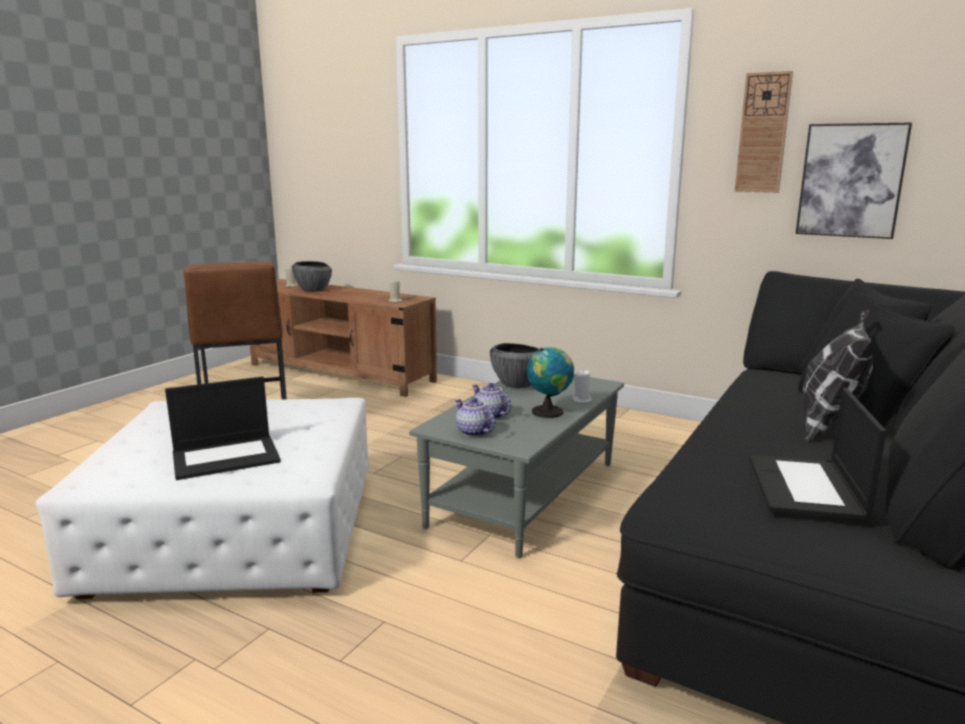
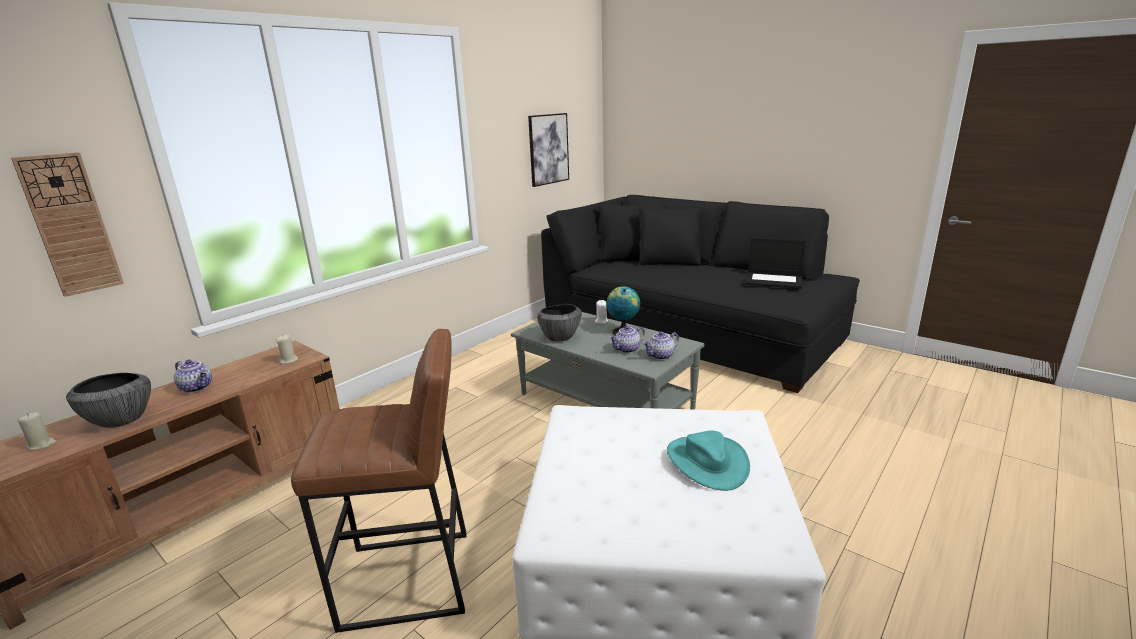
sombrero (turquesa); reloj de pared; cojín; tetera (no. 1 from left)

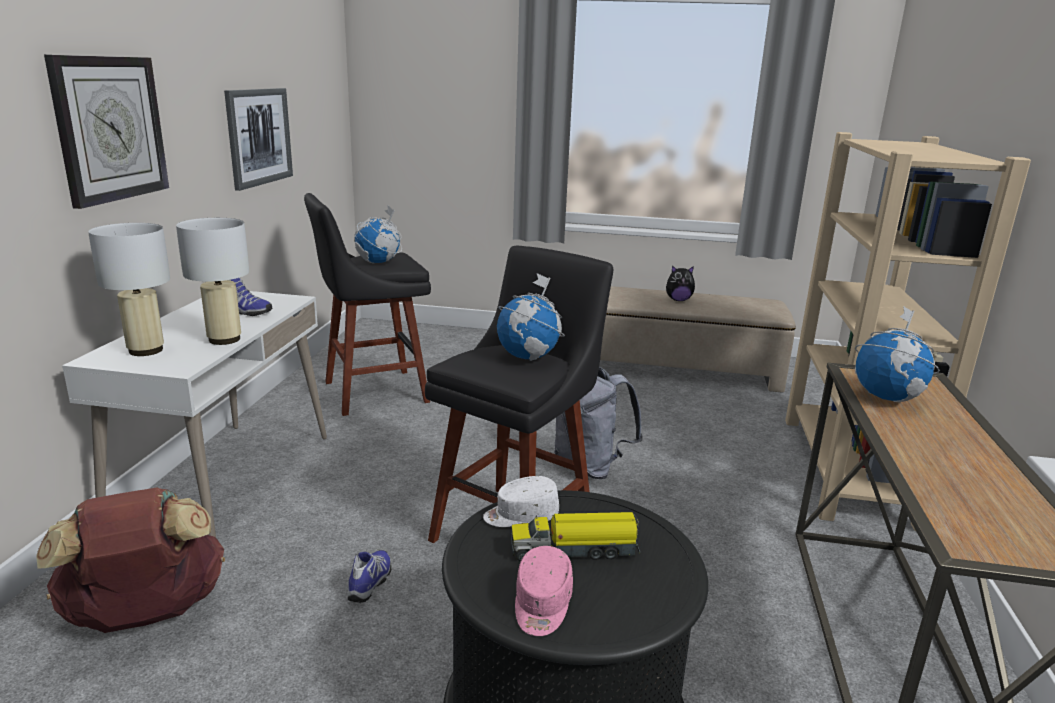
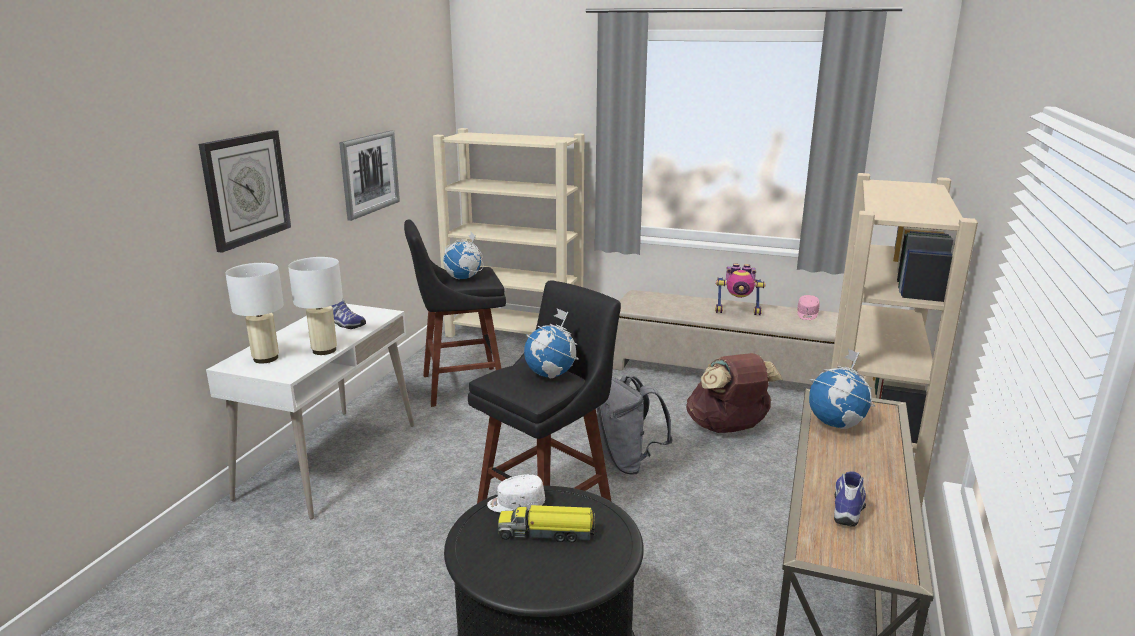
mochila (marrón); zapato (no. 2 from left); gorra (rosa); robot de juguete; estantería (beis) (no. 1 from left)

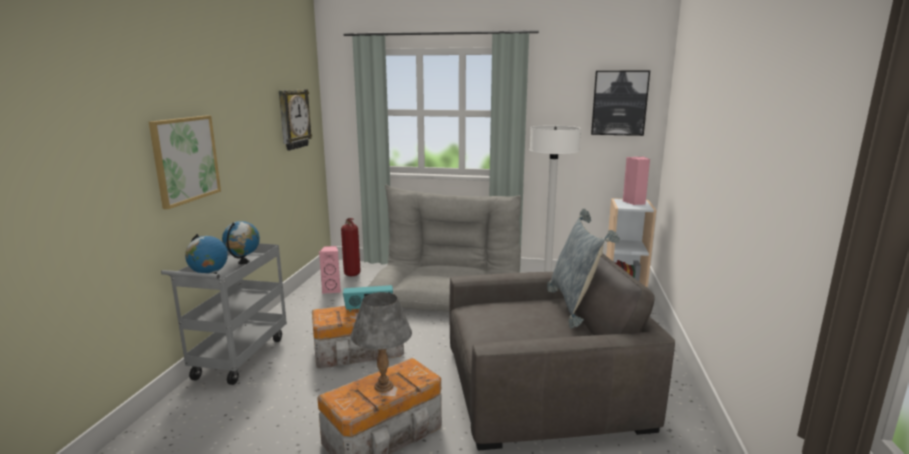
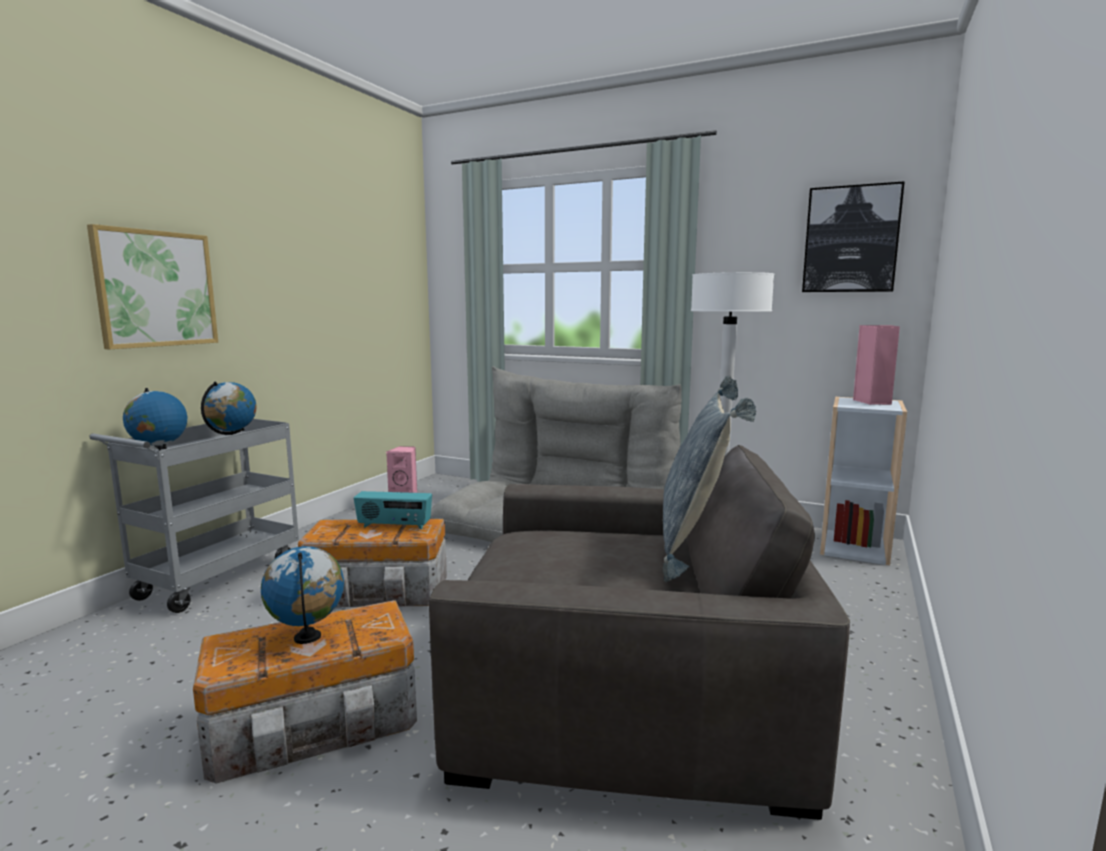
reloj de pared; extintor; globo terráqueo (no. 3 from left)

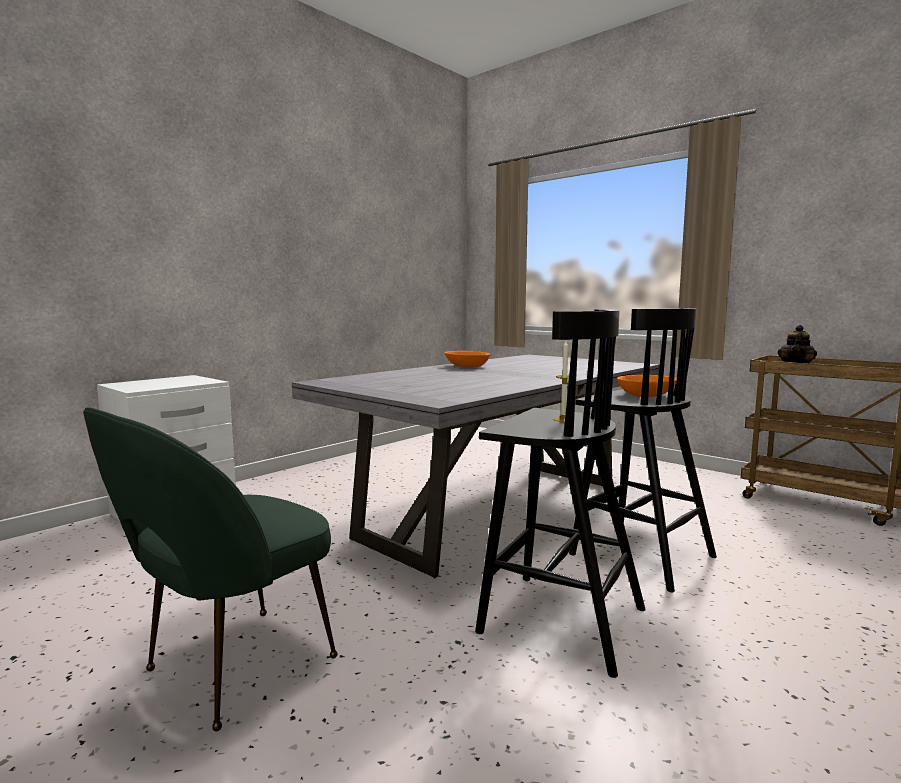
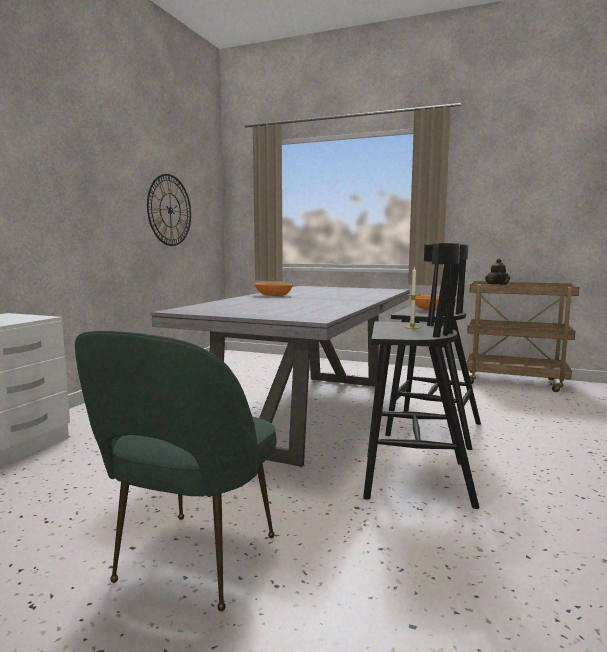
reloj de pared

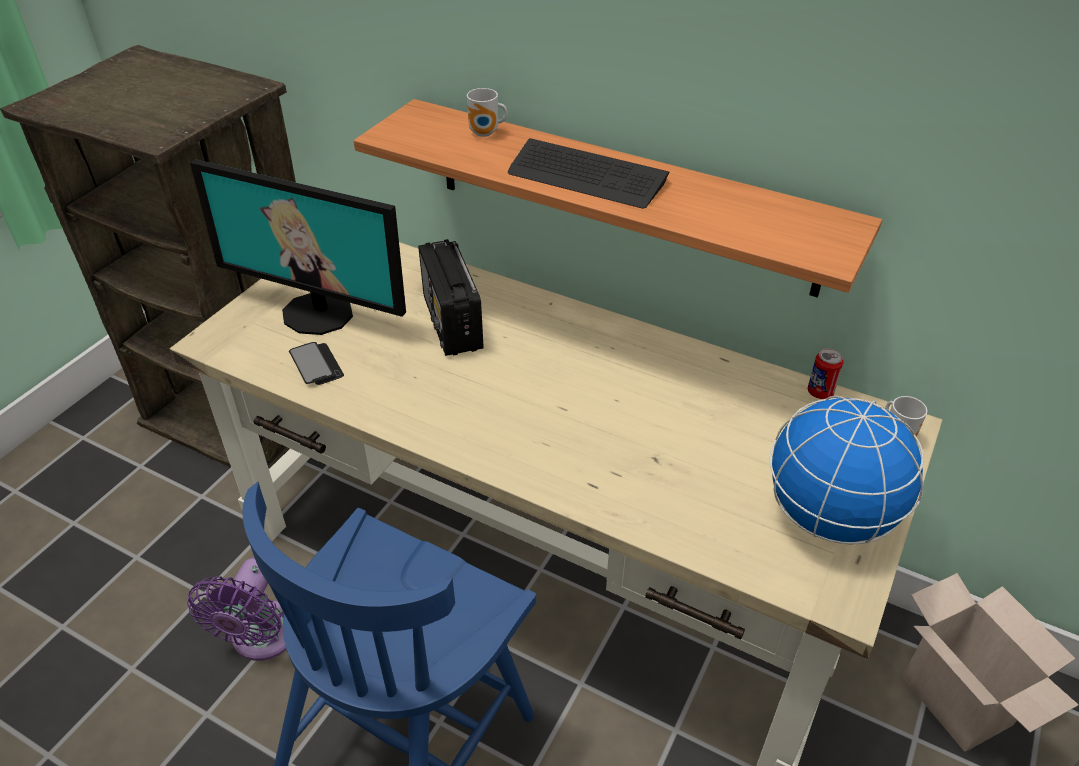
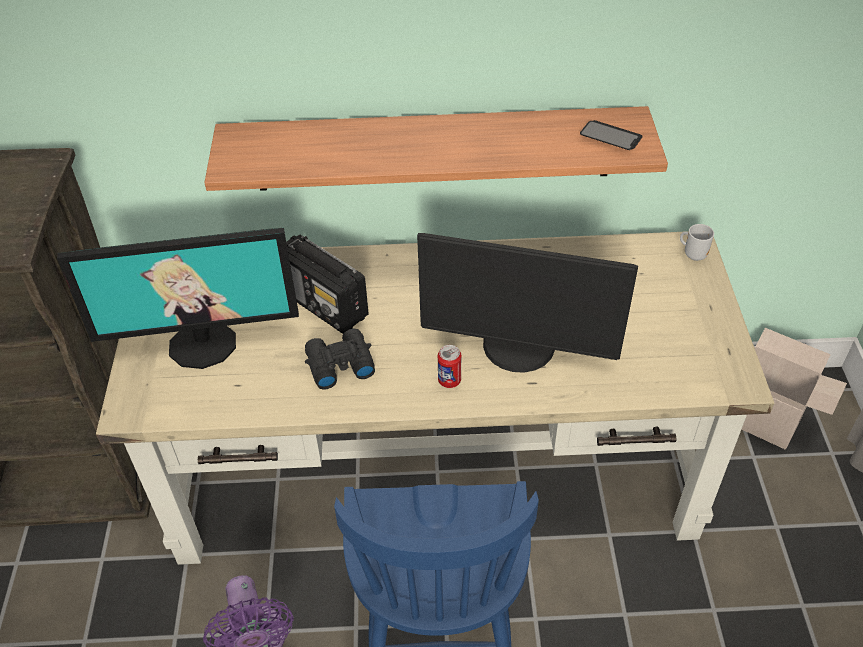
móvil; taza grande (no. 1 from left in the first image); teclado; globo terráqueo; lata; prismáticos (negro); monitor (no. 2 from left)

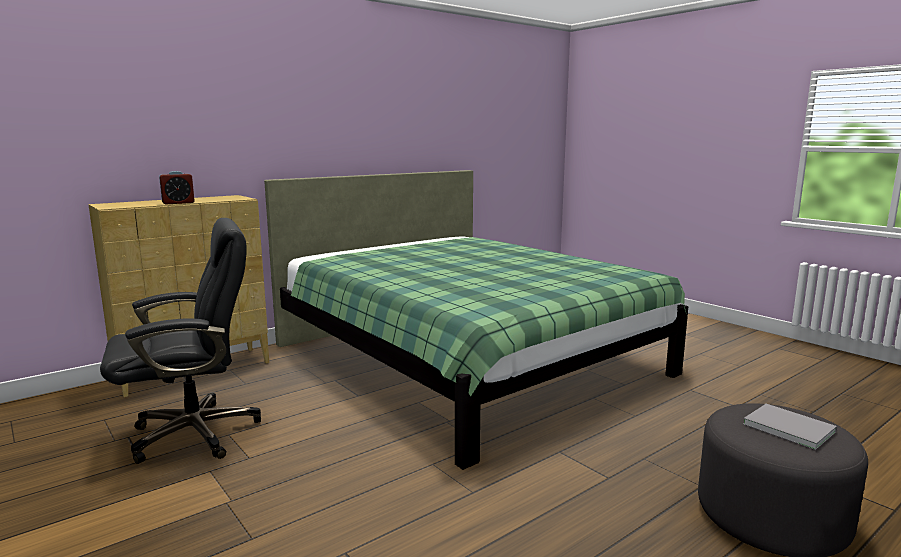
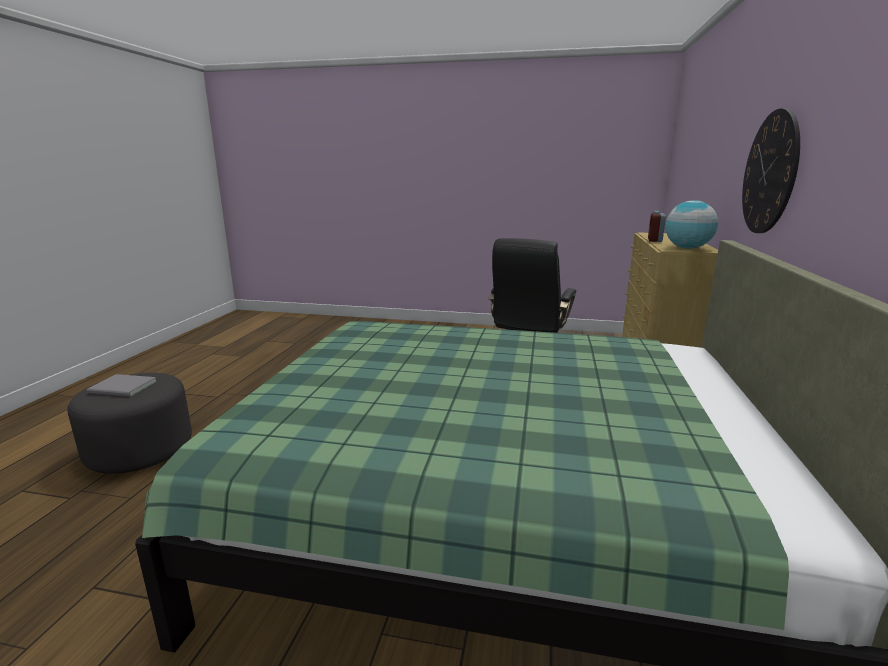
globo terráqueo; reloj de pared

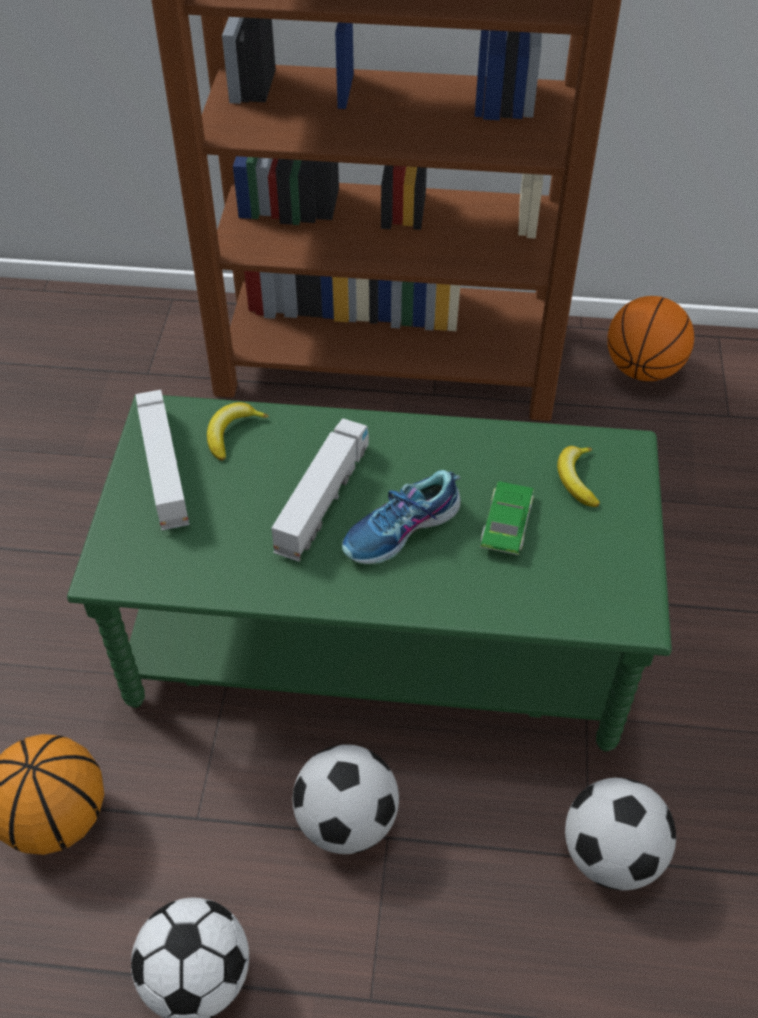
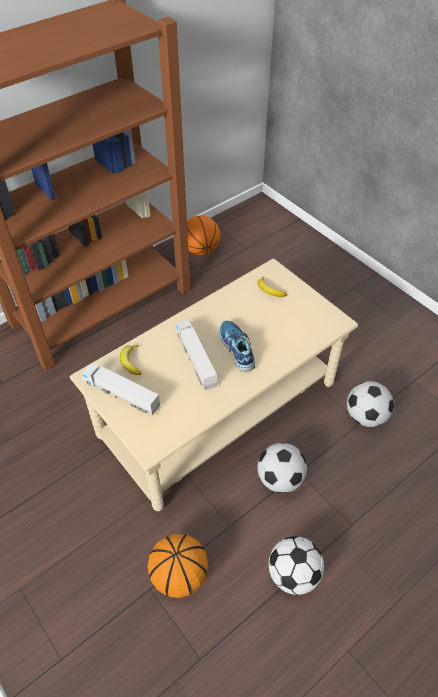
mesa de centro (beis); zapato; coche de juguete (verde)

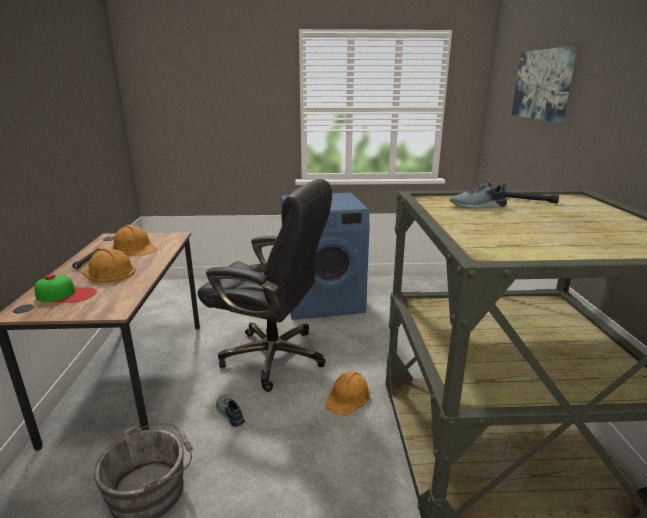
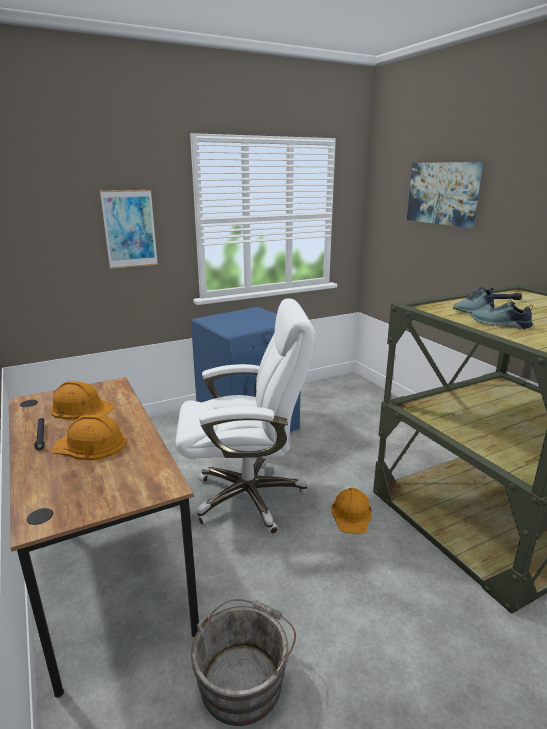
gorra; silla de oficina (blanco); zapato (no. 2 from left); cuadro (no. 1 from left)

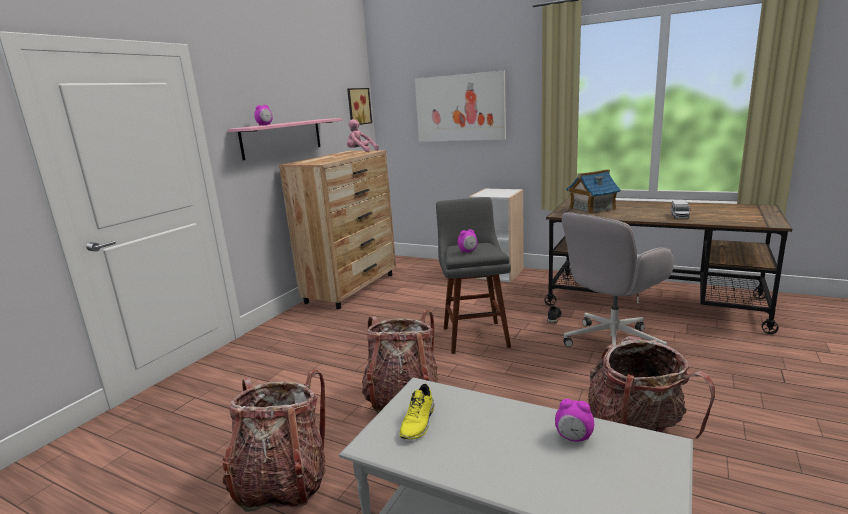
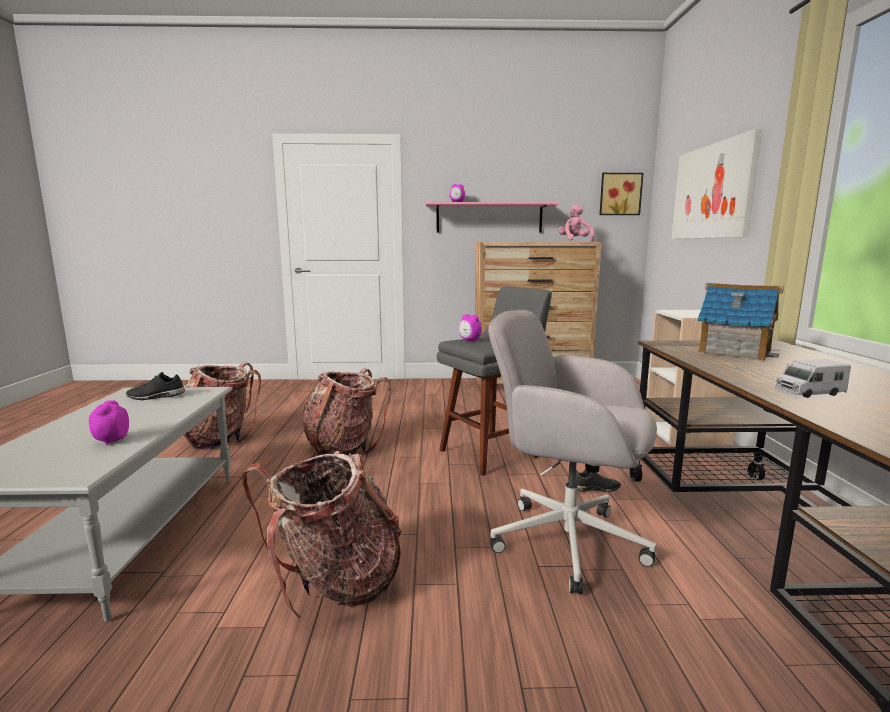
zapato (negro) (no. 1 from left)

